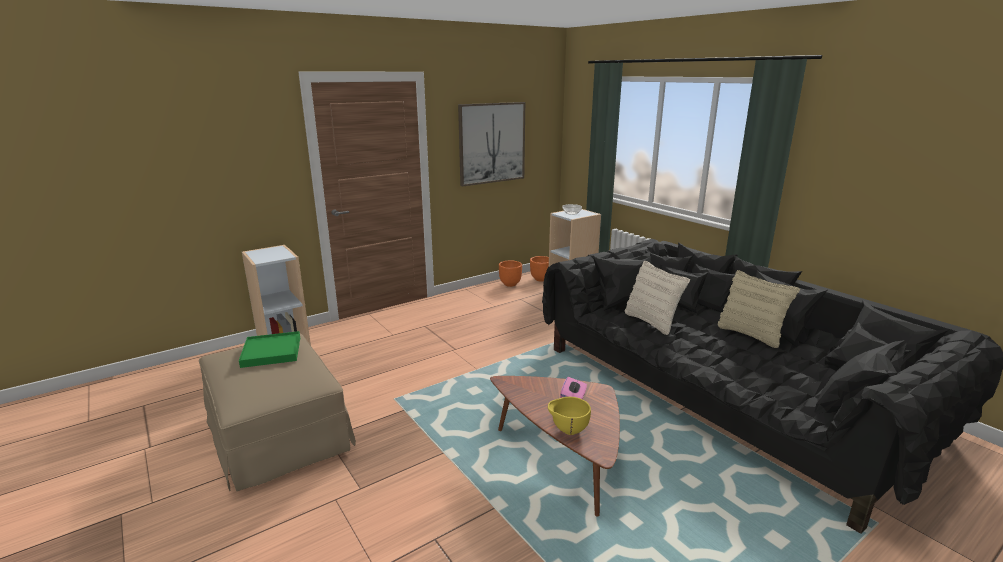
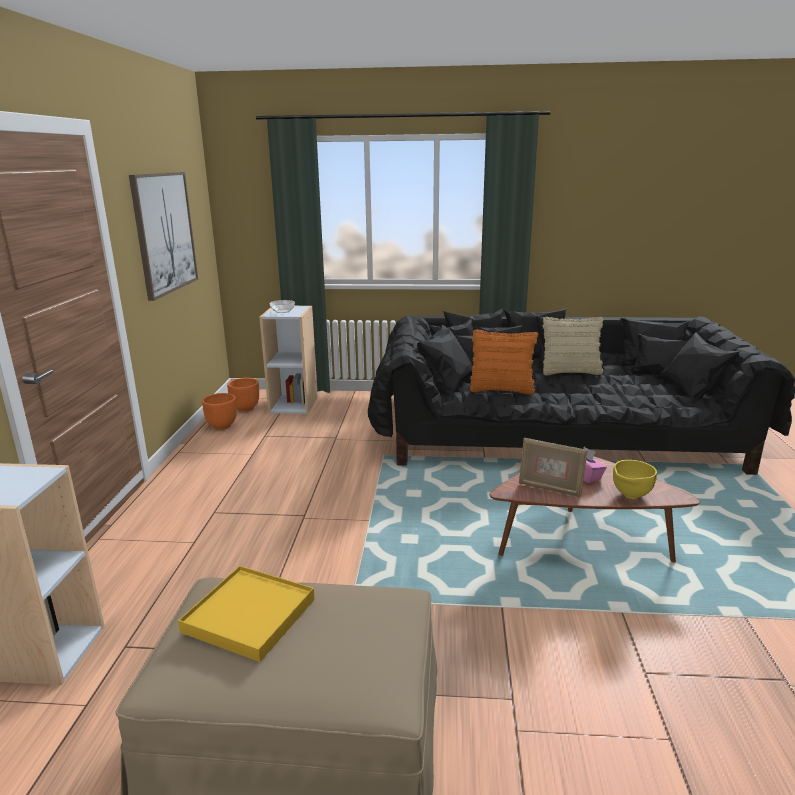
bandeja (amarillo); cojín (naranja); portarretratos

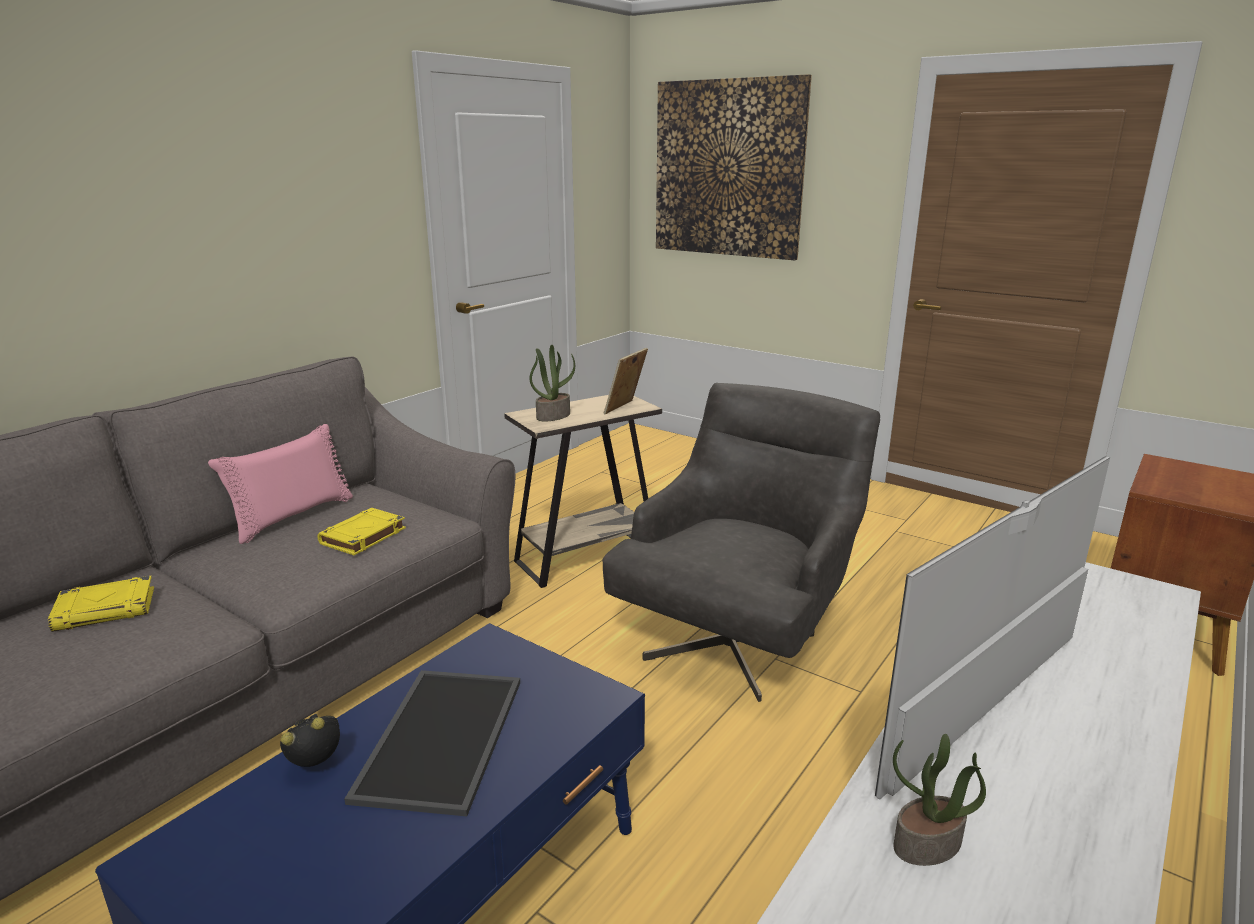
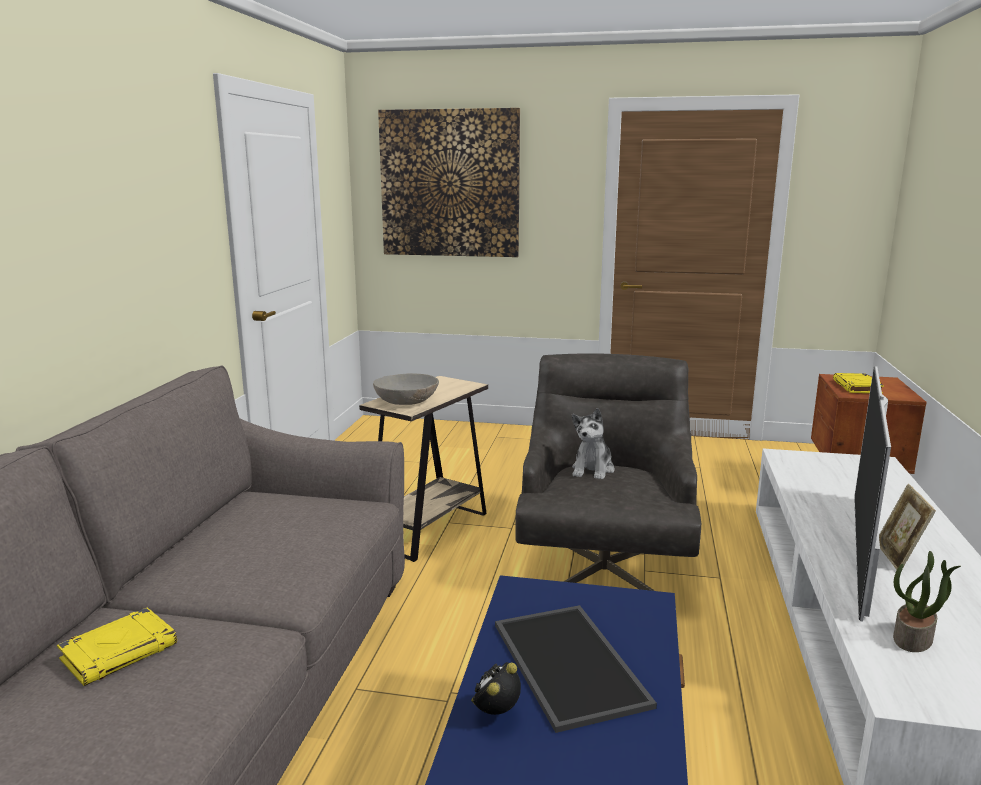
cojín (rosa); libro (amarillo) (no. 2 from left); cuenco (gris); portarretratos; peluche

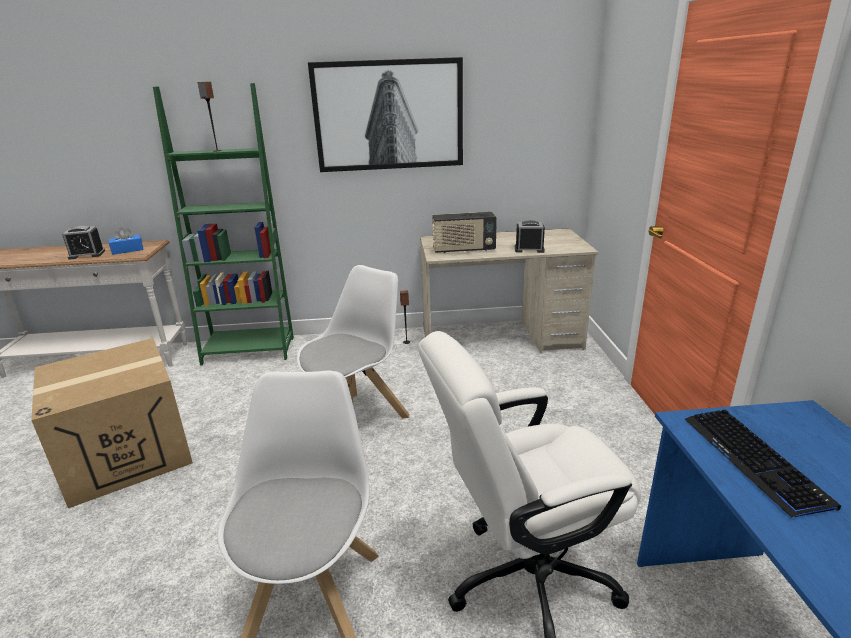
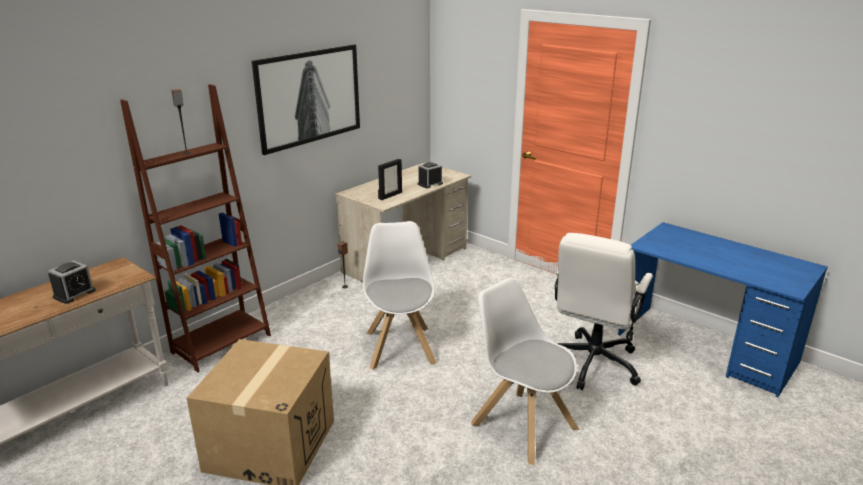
caja de pañuelos (azul); estantería (marrón); portarretratos; teclado

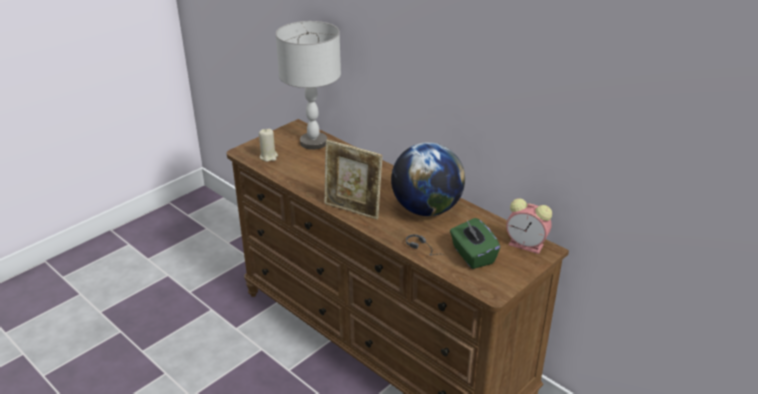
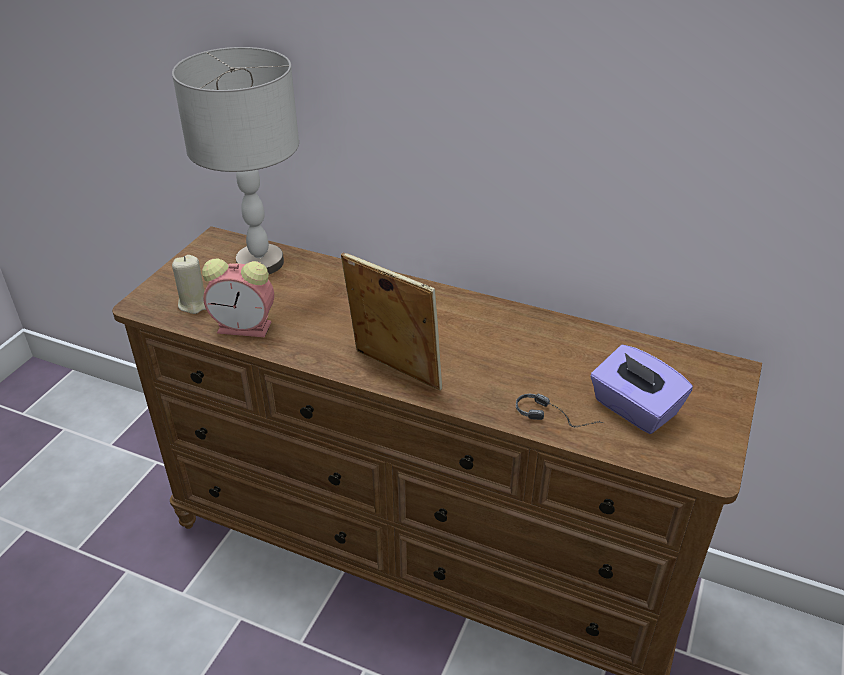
portarretratos; globo terráqueo; caja de pañuelos (morado); despertador

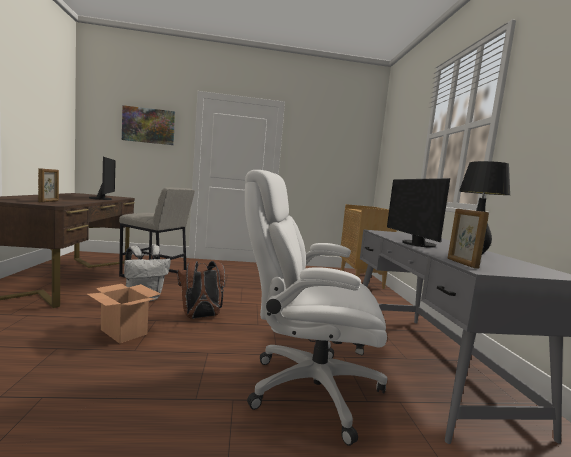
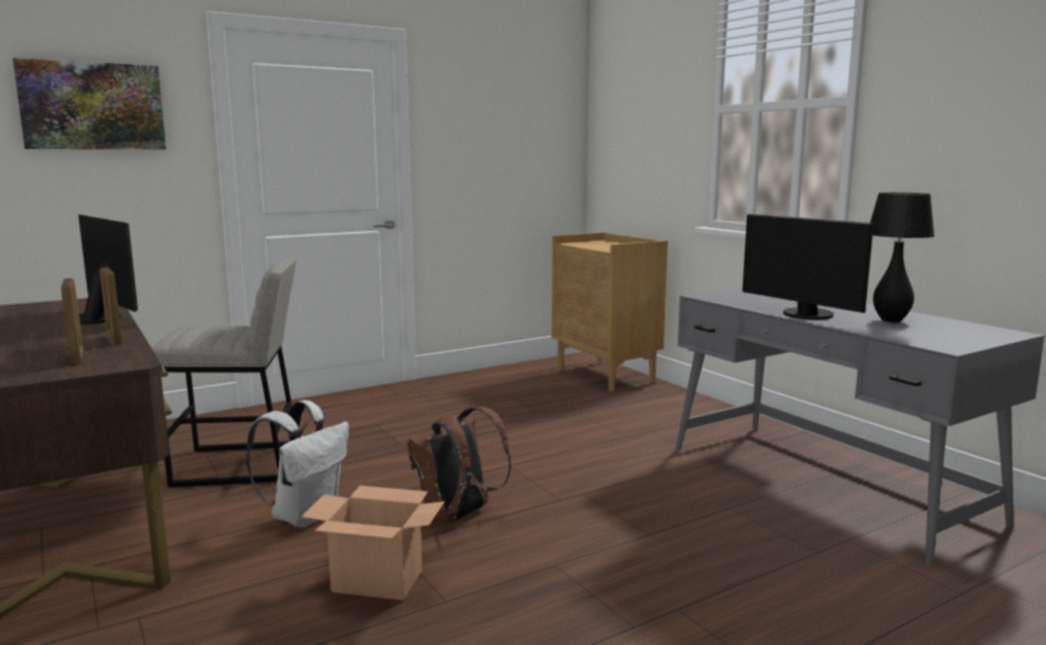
silla de oficina (blanco); portarretratos (no. 2 from left)

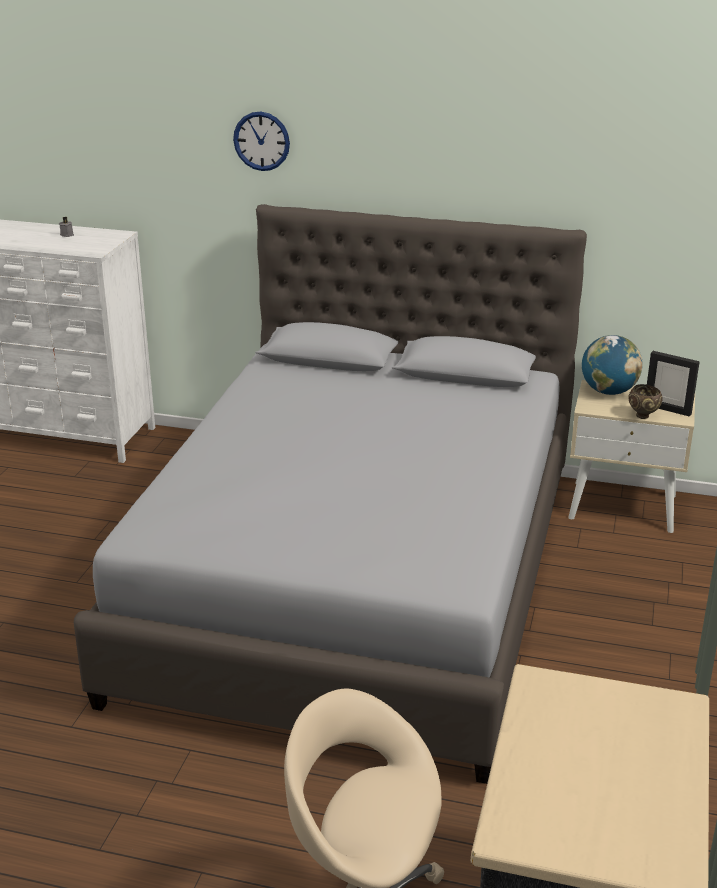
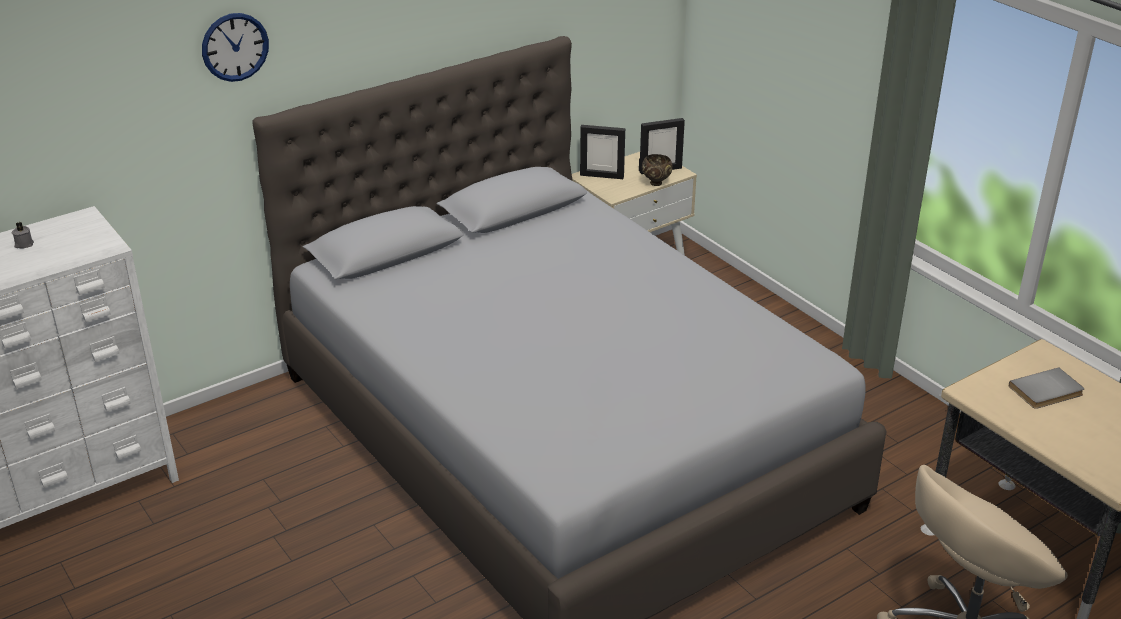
portarretratos (no. 1 from left); libro (gris)

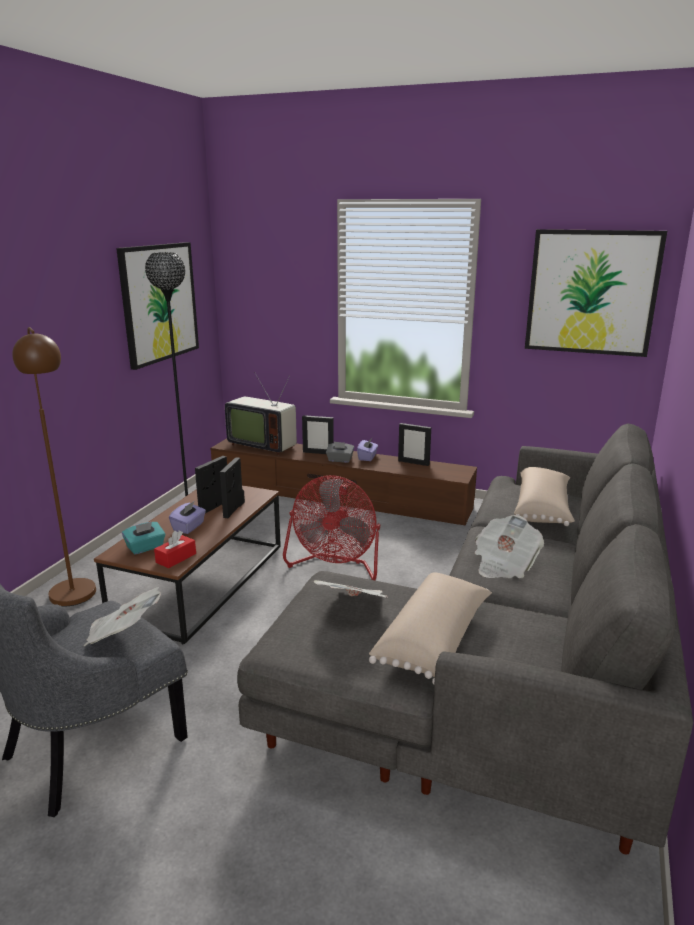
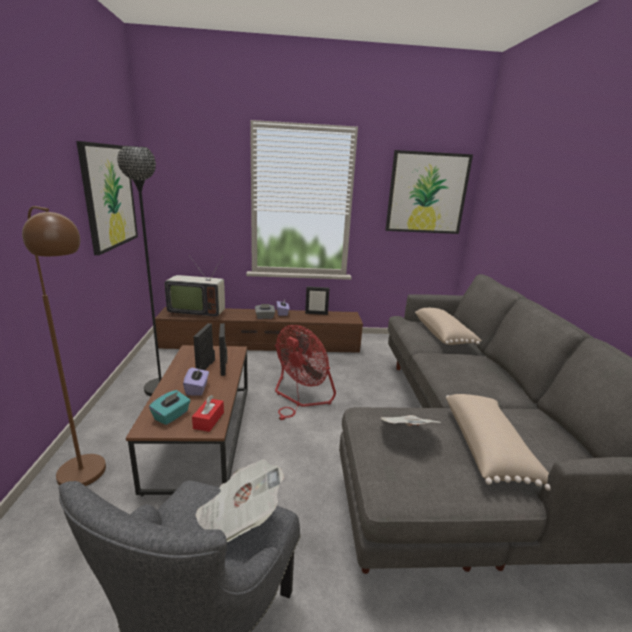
ventilador (rojo); portarretratos (no. 3 from left in the first image); periódico (no. 3 from left in the first image)

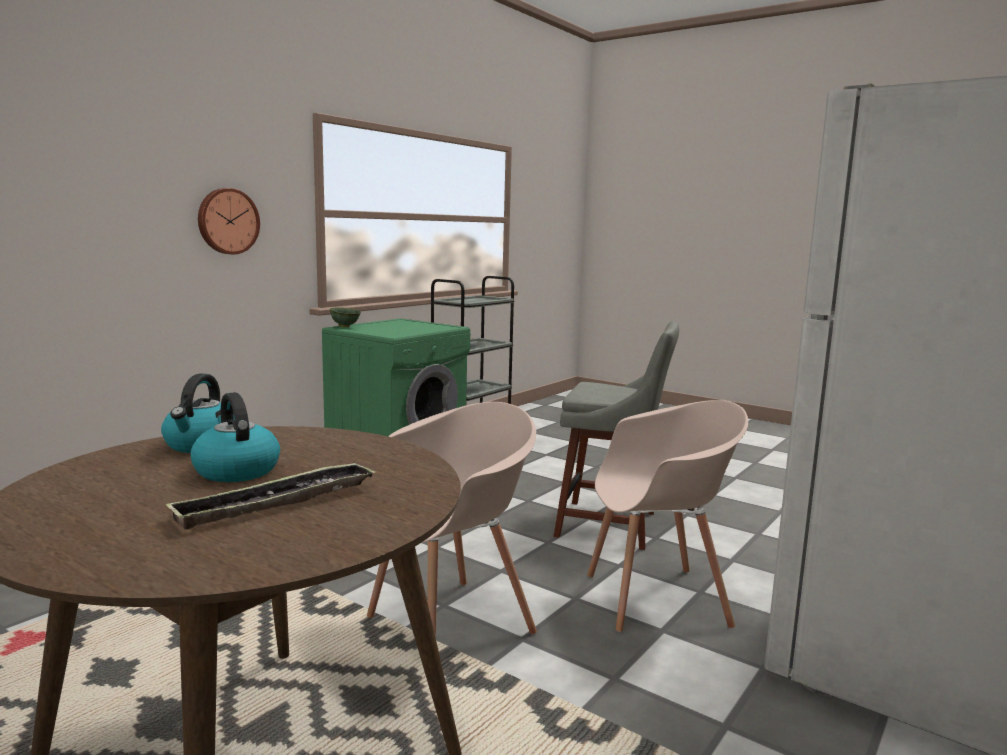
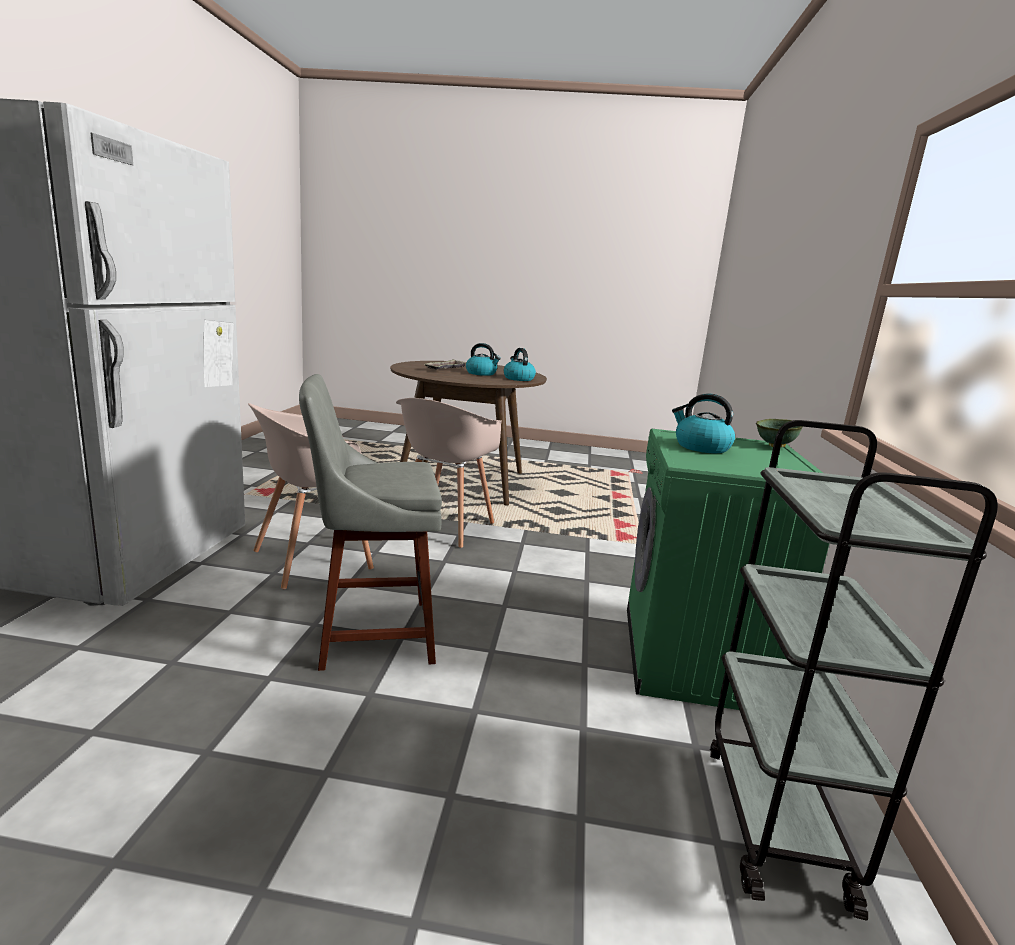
reloj de pared; hervidor (no. 3 from left)

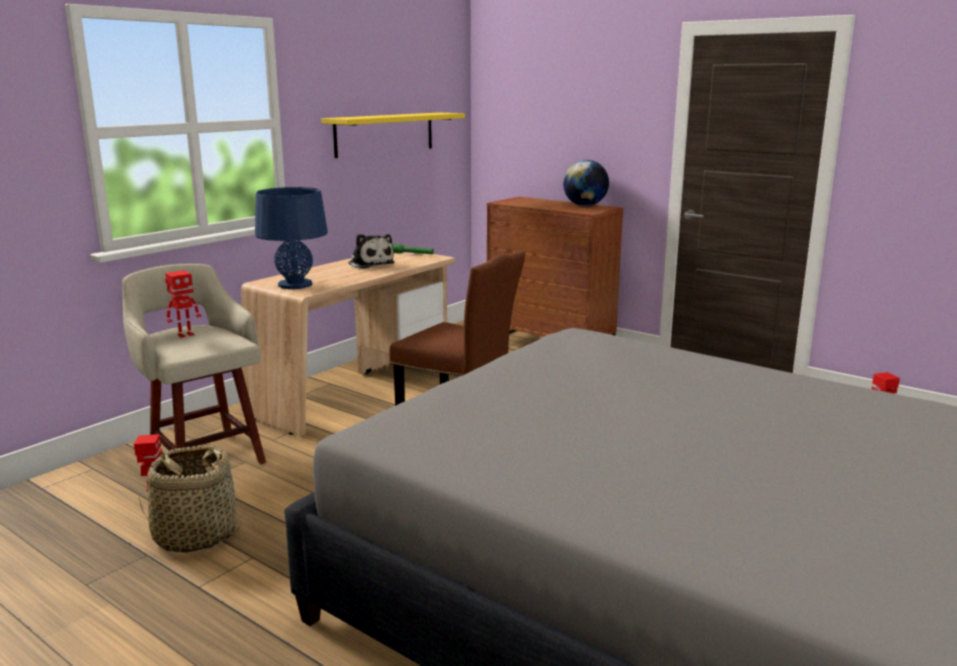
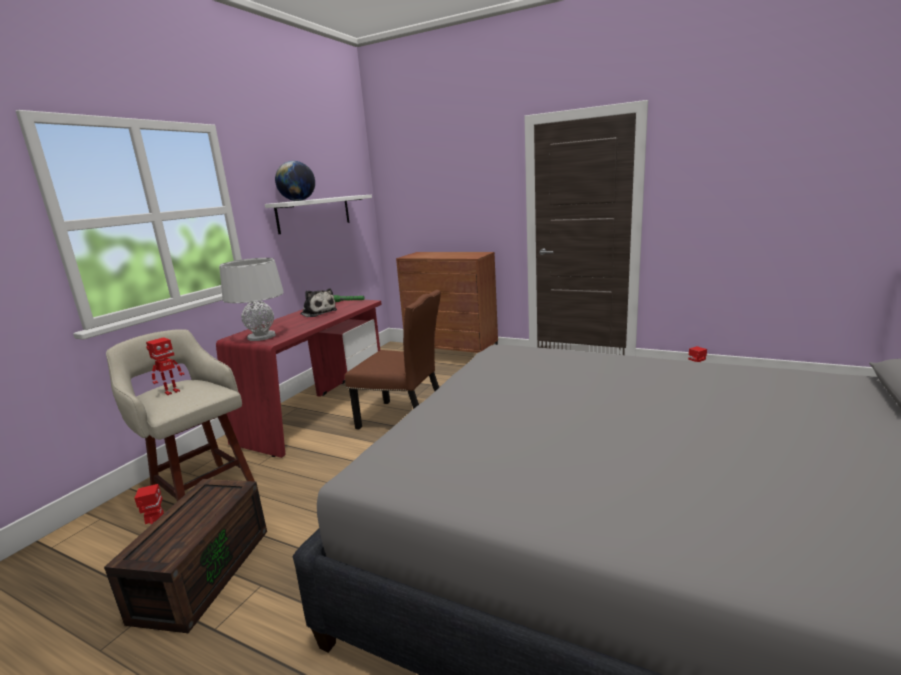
caja de almacenaje (marrón); escritorio (rojo); lámpara de mesa (gris); estante (blanco); globo terráqueo

